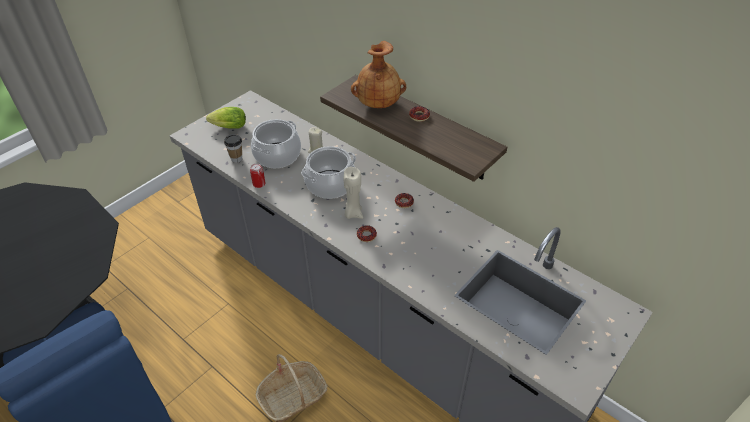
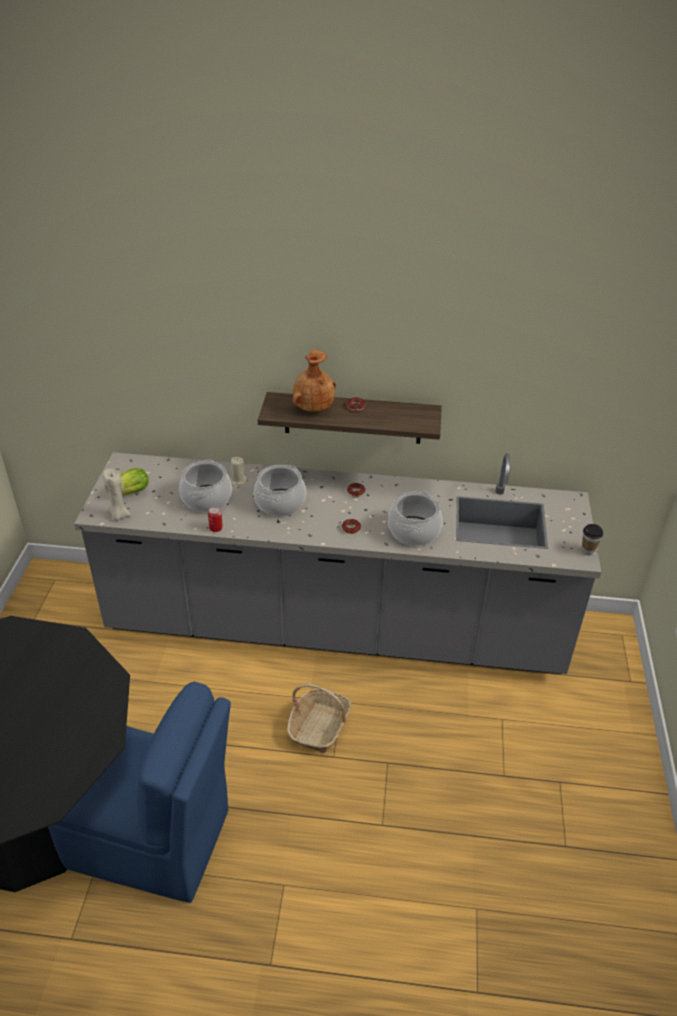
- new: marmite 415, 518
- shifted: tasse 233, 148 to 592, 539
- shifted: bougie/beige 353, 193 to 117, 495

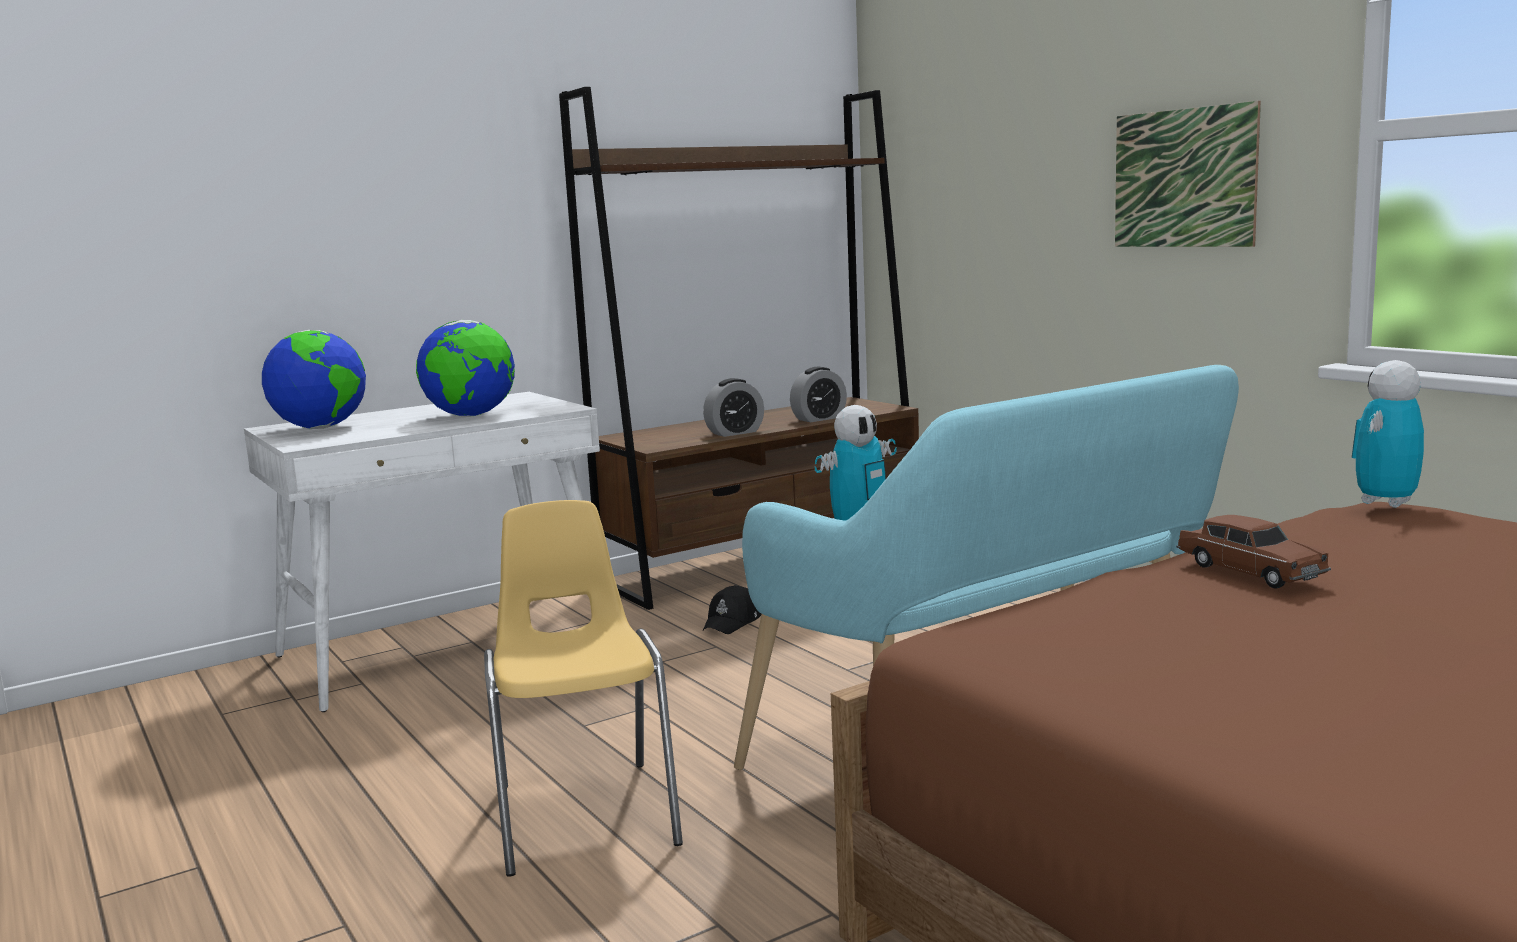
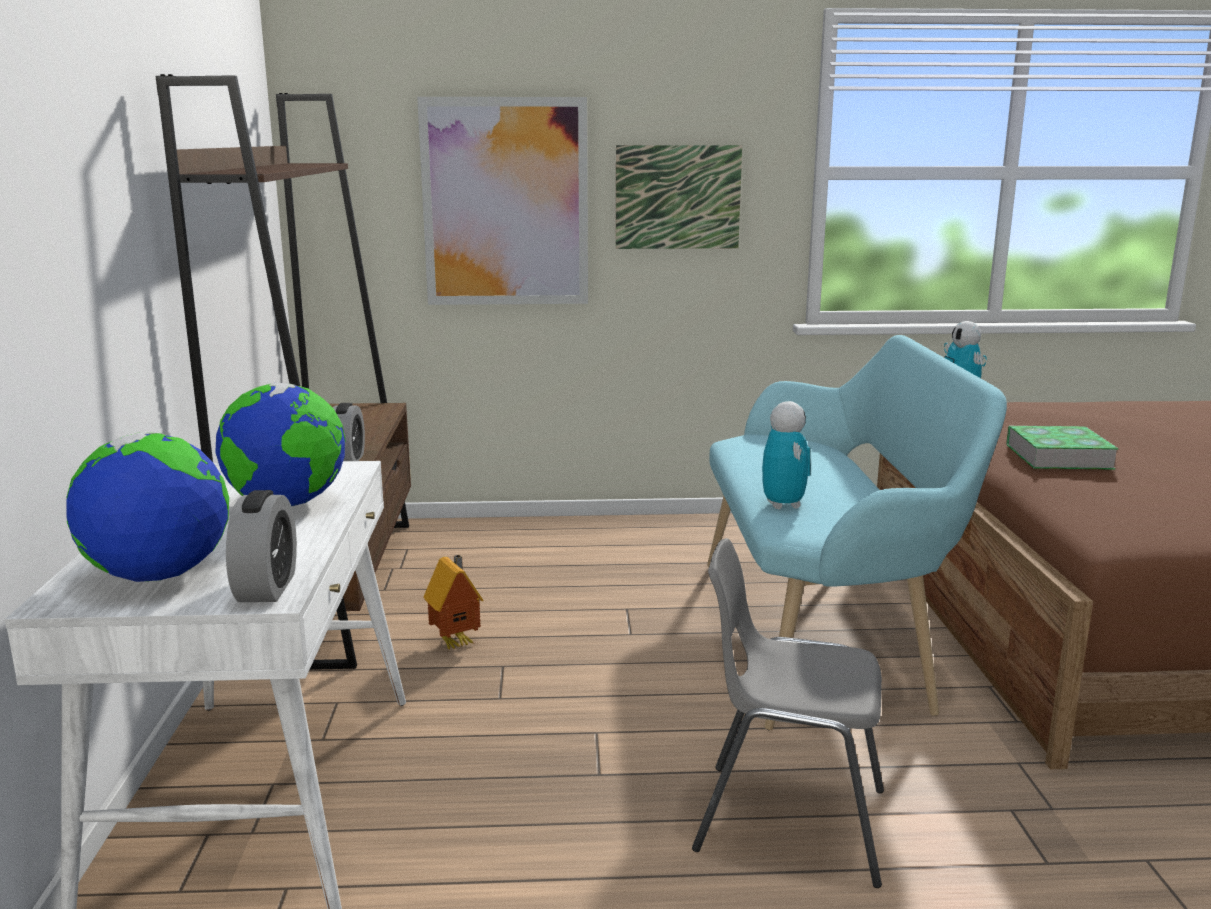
- new: tableau 502, 201
- shifted: réveil 818, 394 to 261, 546
- swapped: casquette/noir 732, 609 to maison miniature 454, 602
- swapped: petite voiture/marron 1253, 551 to livre 1062, 447
- repainted: chaise/jaune 583, 688 to chaise/gris 788, 713

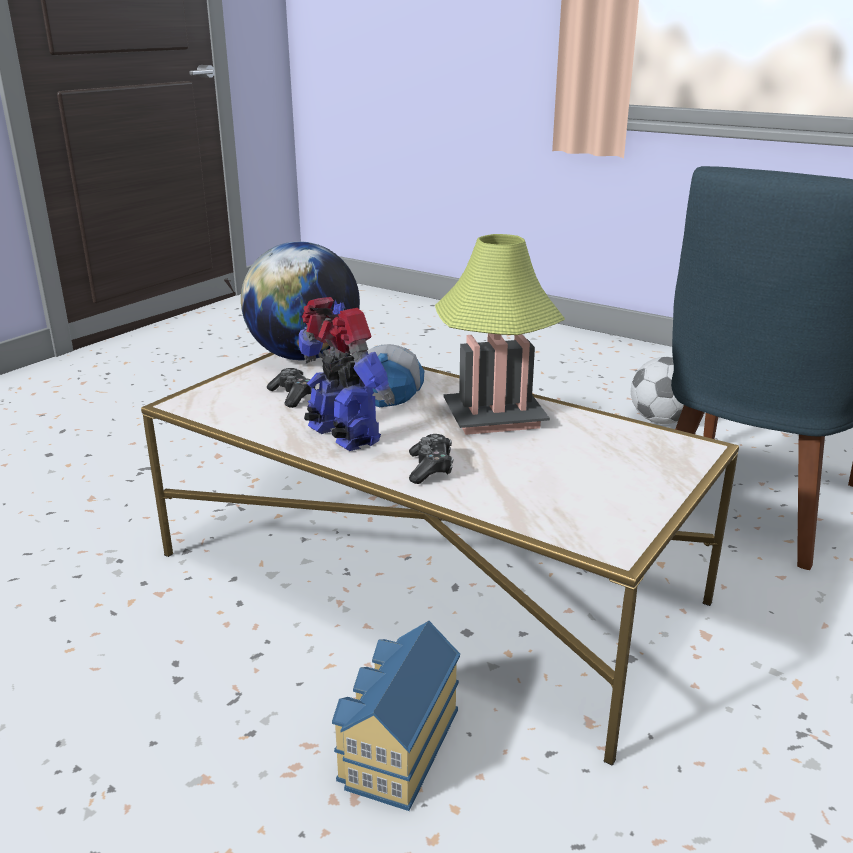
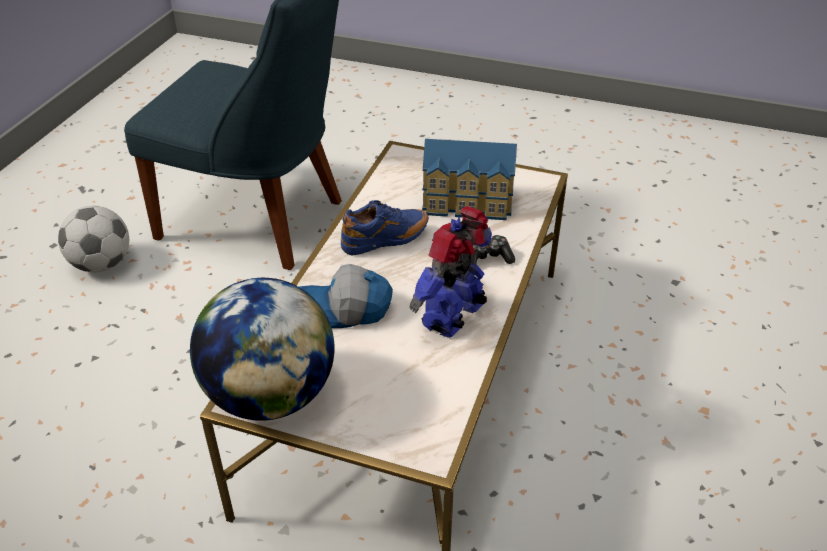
- gone: manette 291, 388
- shifted: maison miniature 396, 716 to 469, 179
- swapped: lampe de table 500, 334 to chaussure/bleu 385, 227

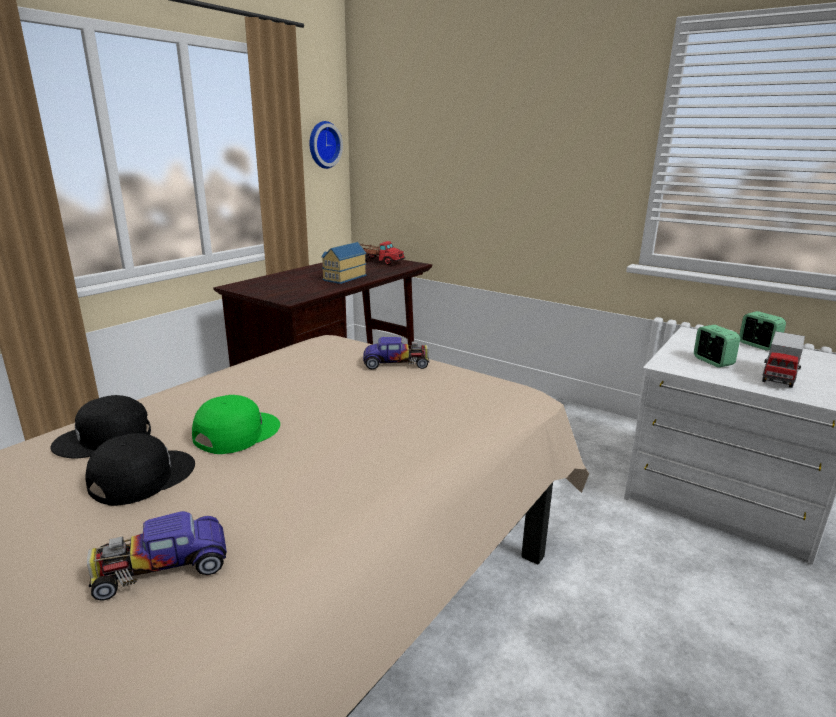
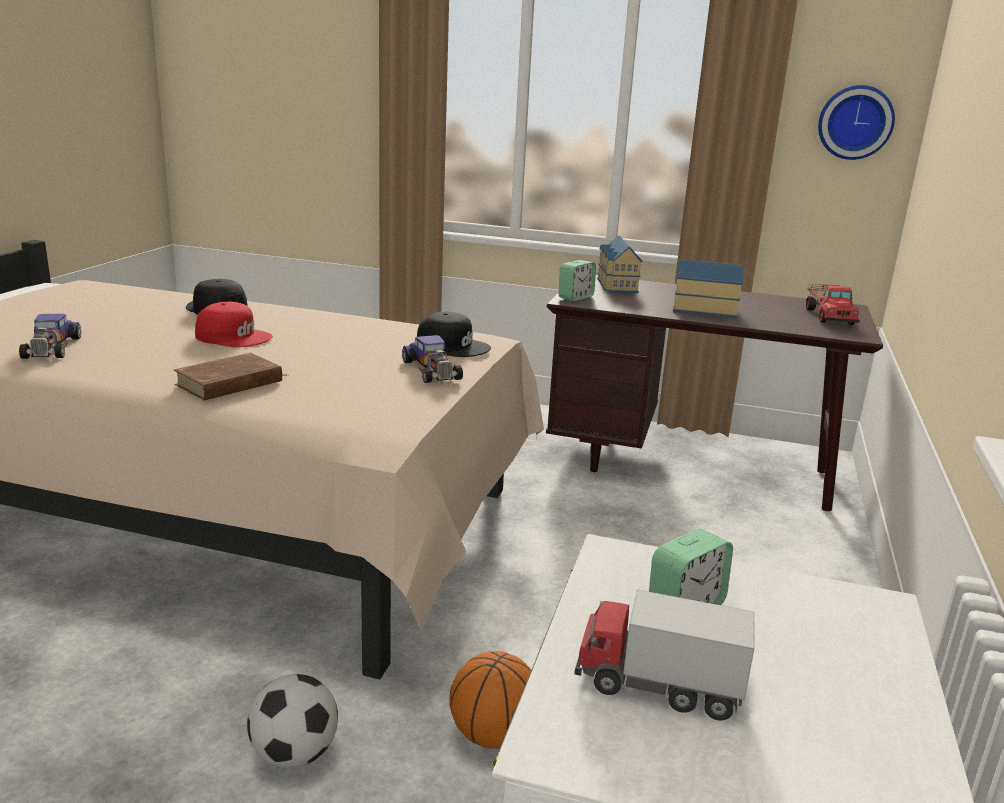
- new: livre/marron 230, 376
- new: ballon de foot 292, 721
- new: ballon de basket 490, 700
- new: maison miniature 620, 264
- shifted: casquette/noir 140, 469 to 454, 334
- shifted: réveil 762, 331 to 577, 280
- repainted: casquette/vert 236, 424 to casquette/rouge 234, 324
- rotated: petite voiture 157, 556 = 50, 336 150 degrees counterclockwise

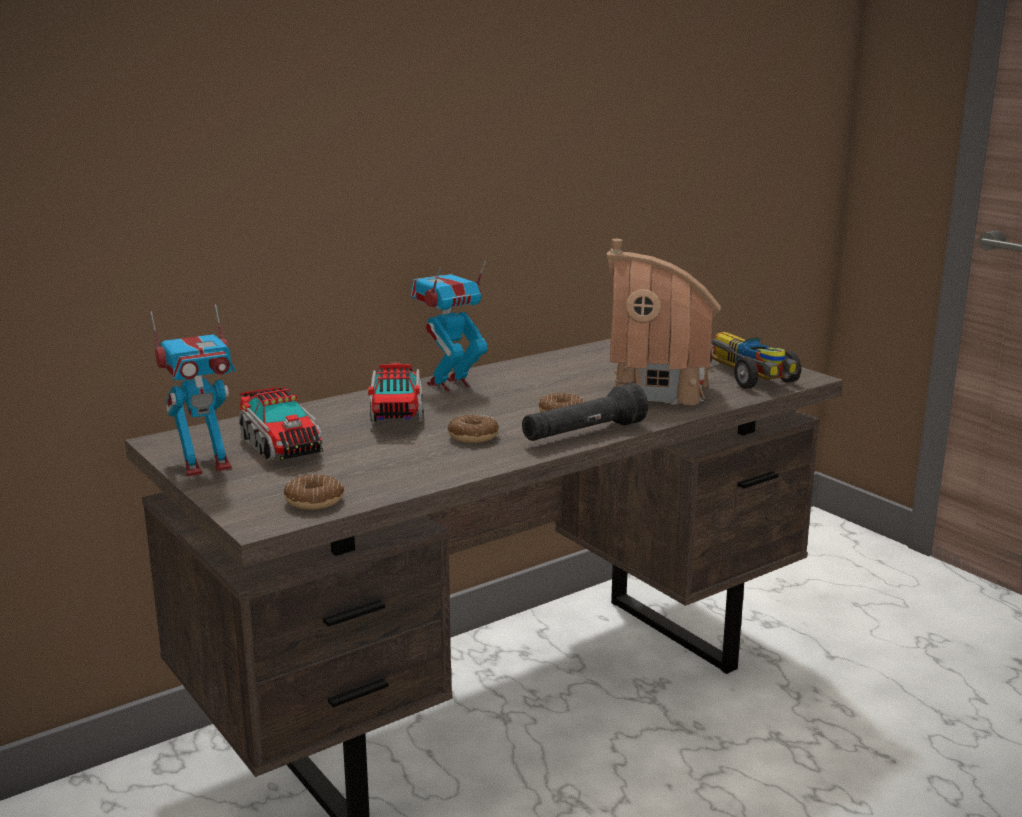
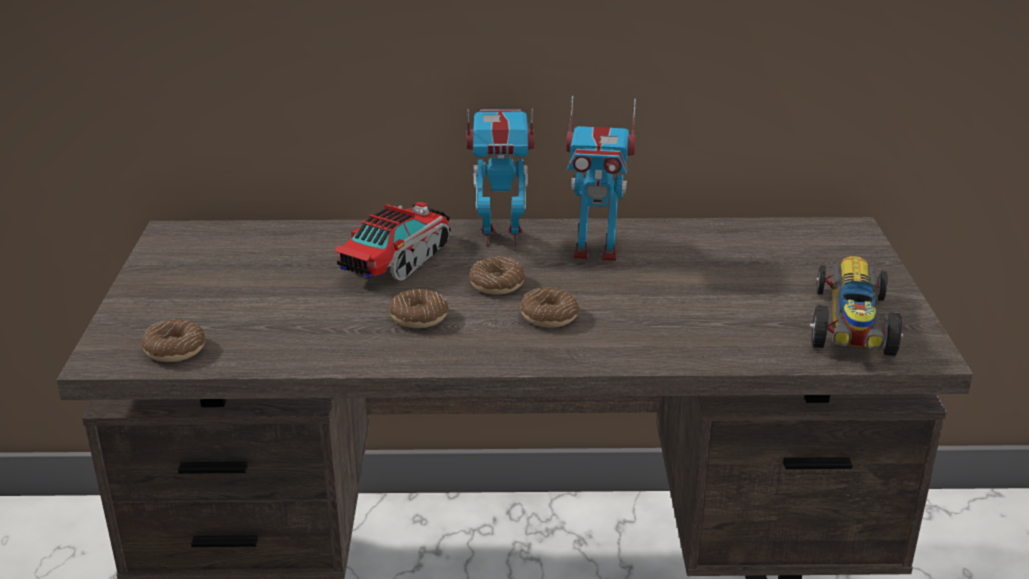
- gone: camion jouet 281, 424
- gone: lampe de poche/noir 585, 412
- gone: maison miniature 664, 322
- new: beignet 497, 276
- shifted: robot jouet 193, 390 to 601, 178

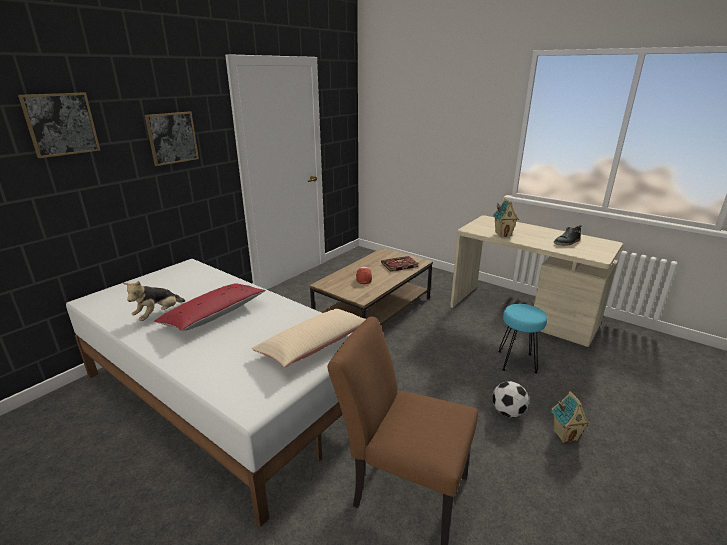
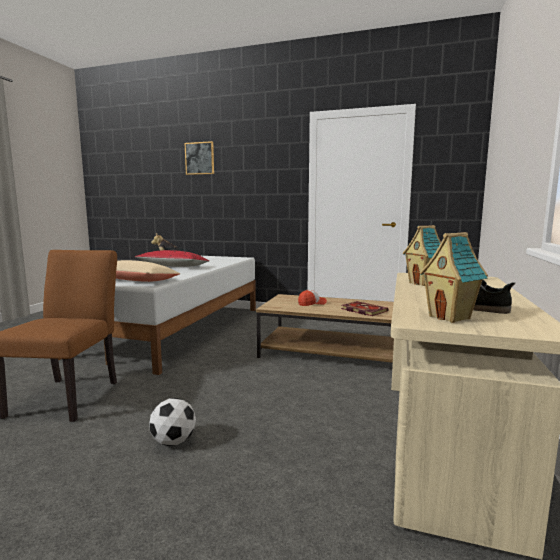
- gone: tableau 172, 138
- gone: tabouret/turquoise 522, 339
- shifted: maison miniature 571, 417 to 454, 277

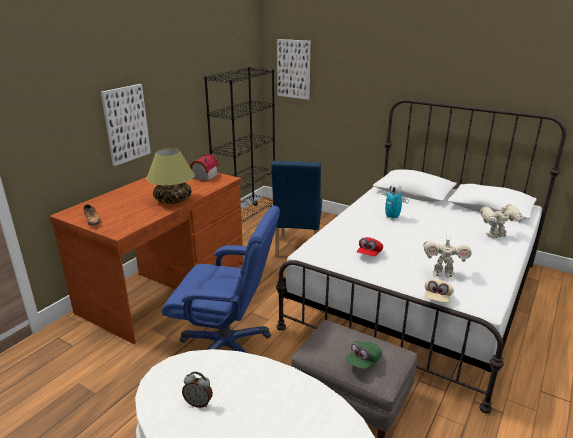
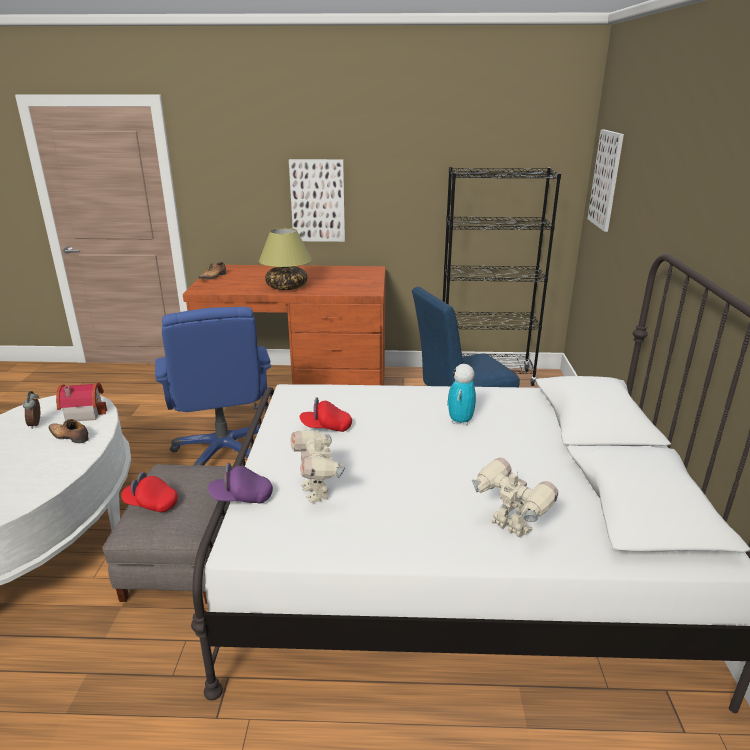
- new: chaussure 69, 431
- shifted: maison miniature 204, 167 to 81, 401
- repainted: casquette/vert 364, 355 to casquette/rouge 149, 492
- repainted: casquette/beige 439, 290 to casquette/violet 240, 483

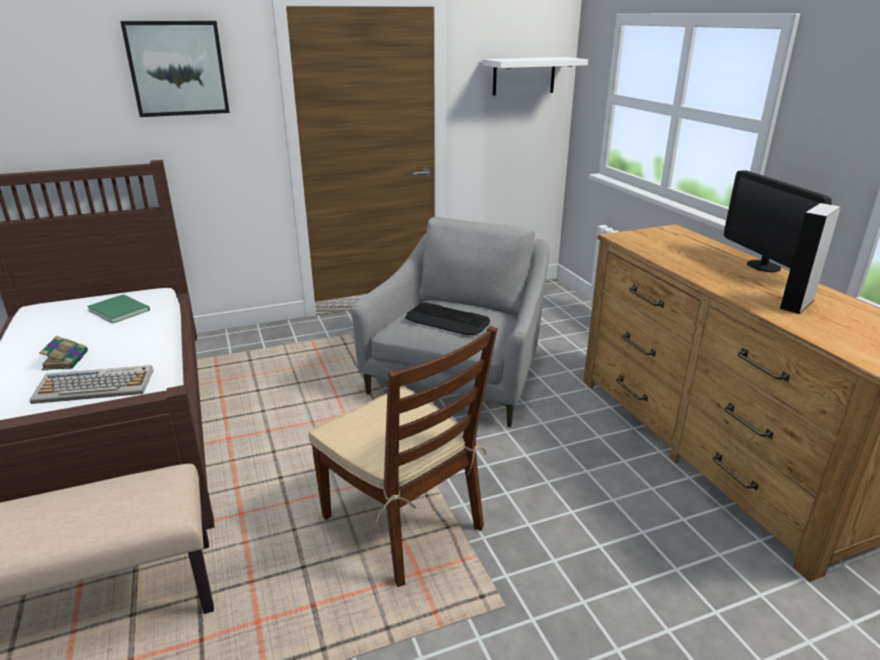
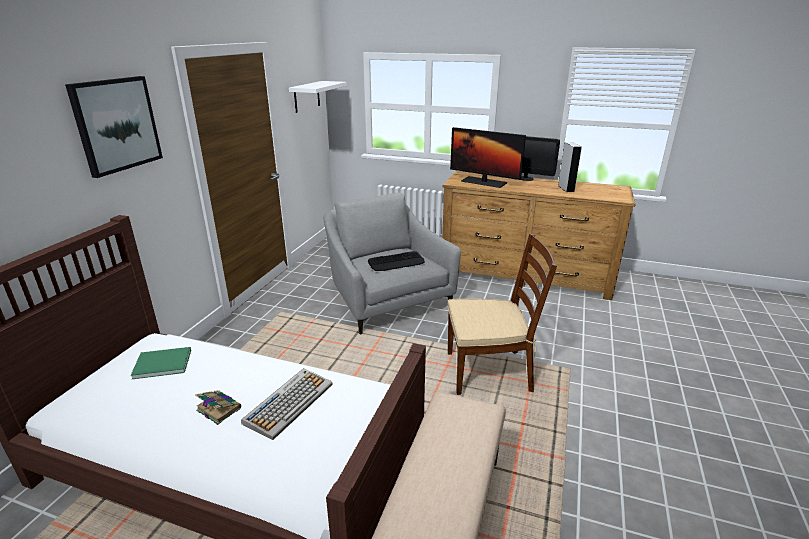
- new: écran d'ordinateur 488, 157

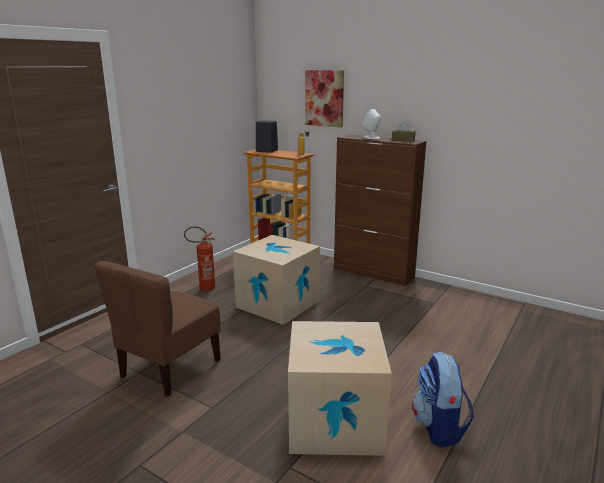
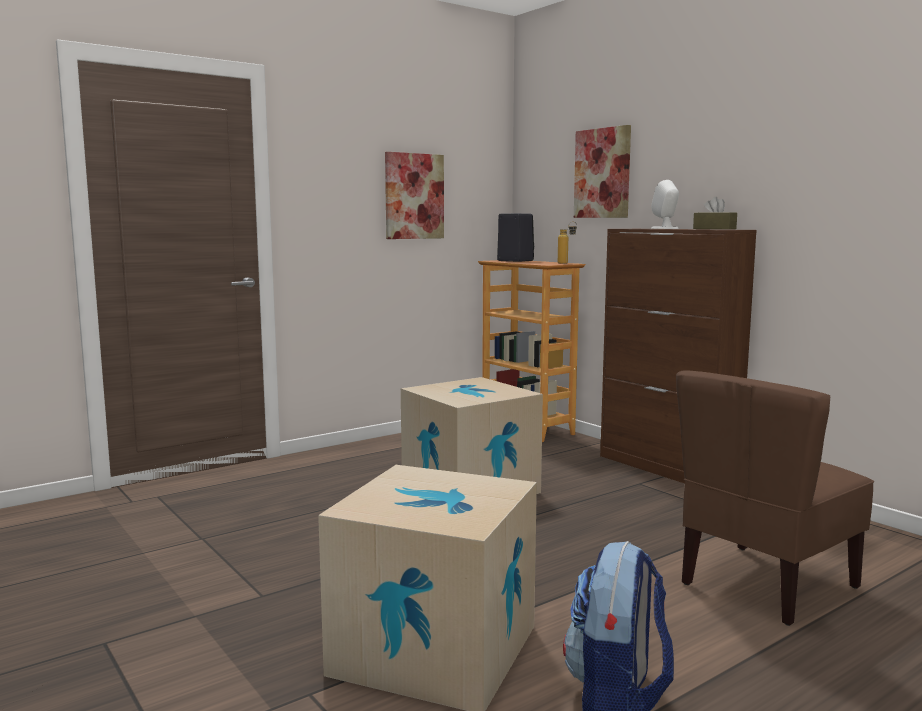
- gone: extincteur 199, 258
- new: tableau 414, 195
- shifted: chaise/marron 157, 328 to 775, 498

